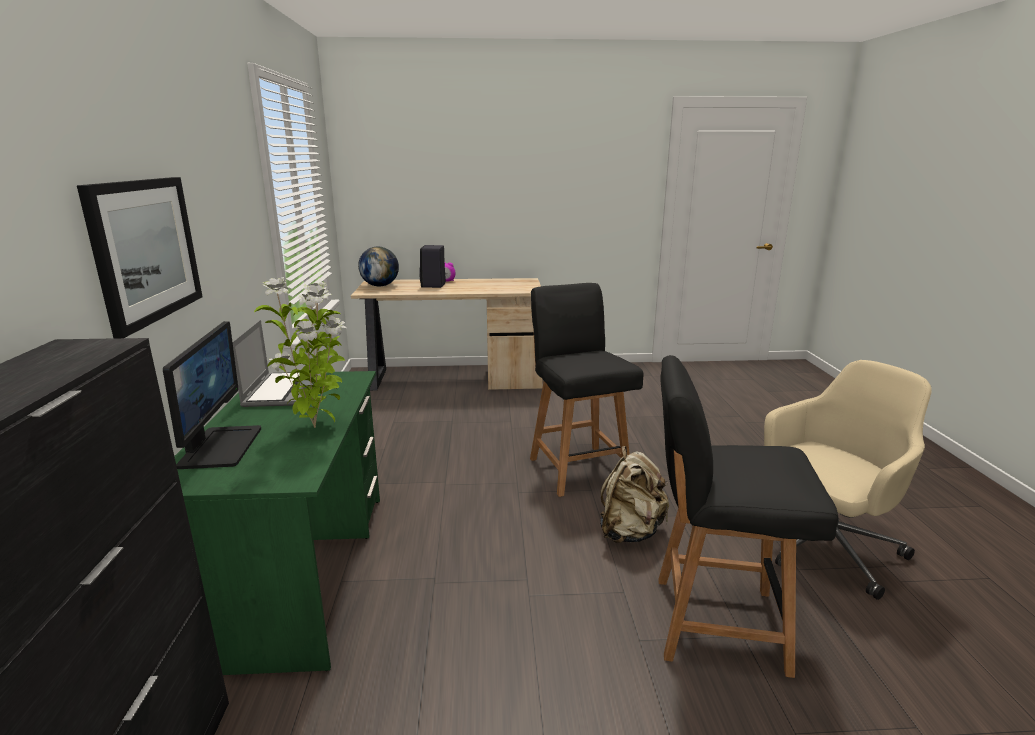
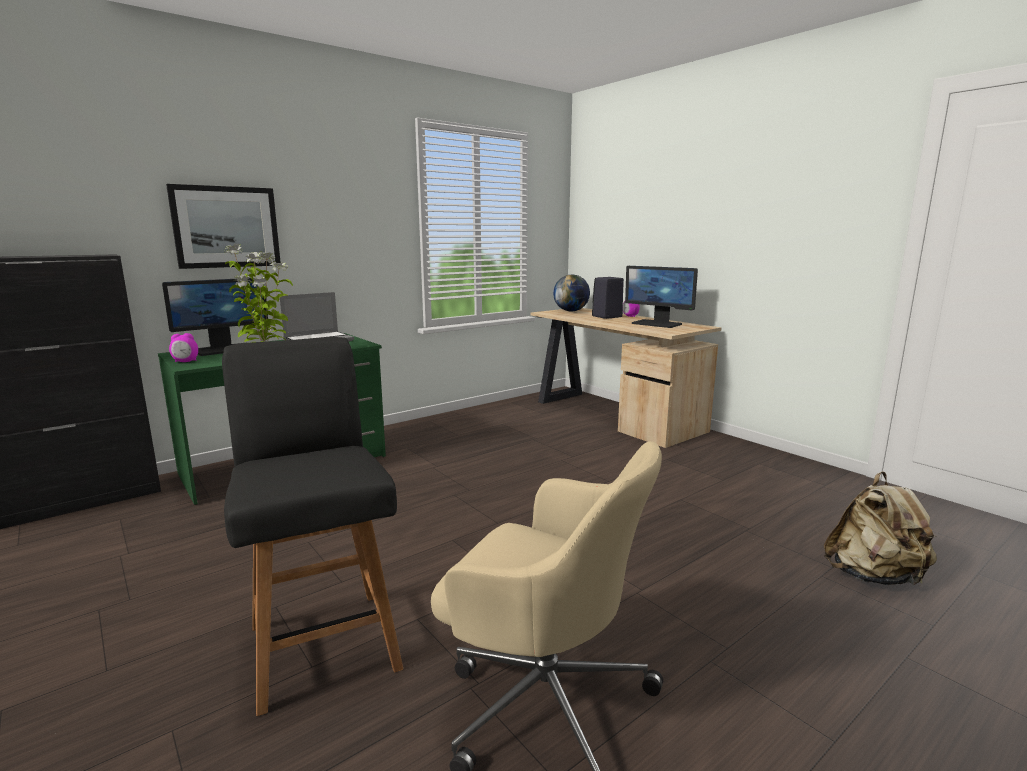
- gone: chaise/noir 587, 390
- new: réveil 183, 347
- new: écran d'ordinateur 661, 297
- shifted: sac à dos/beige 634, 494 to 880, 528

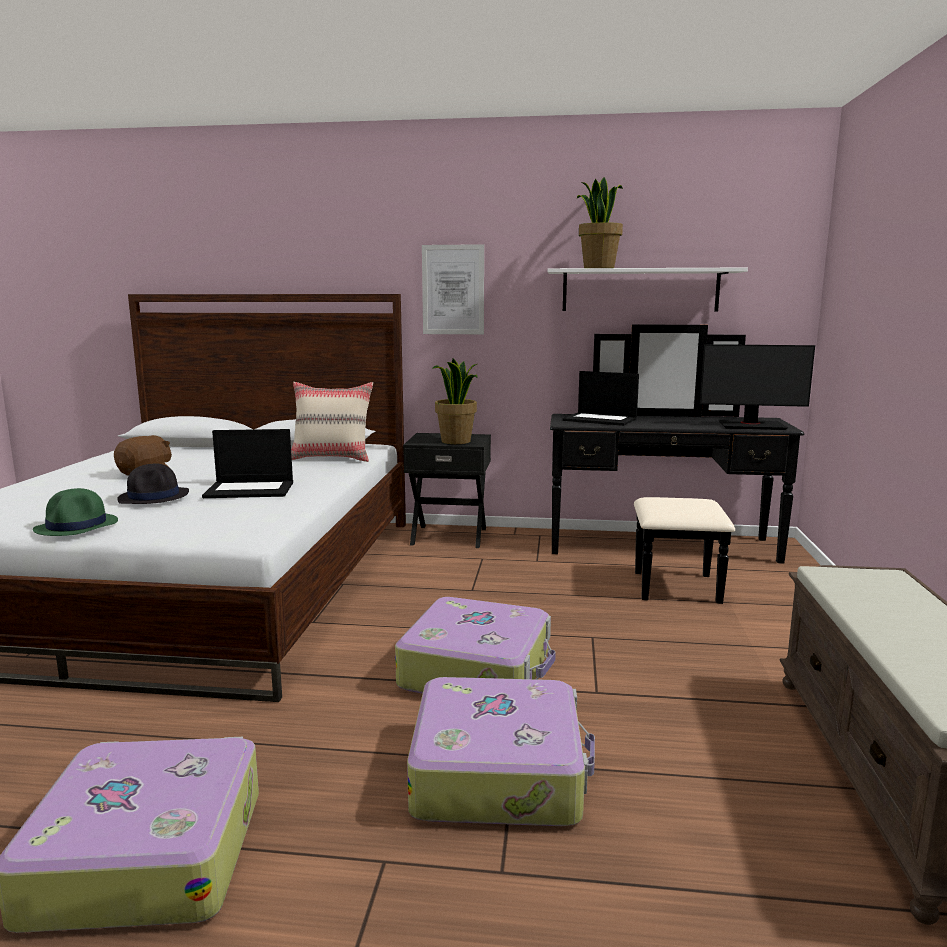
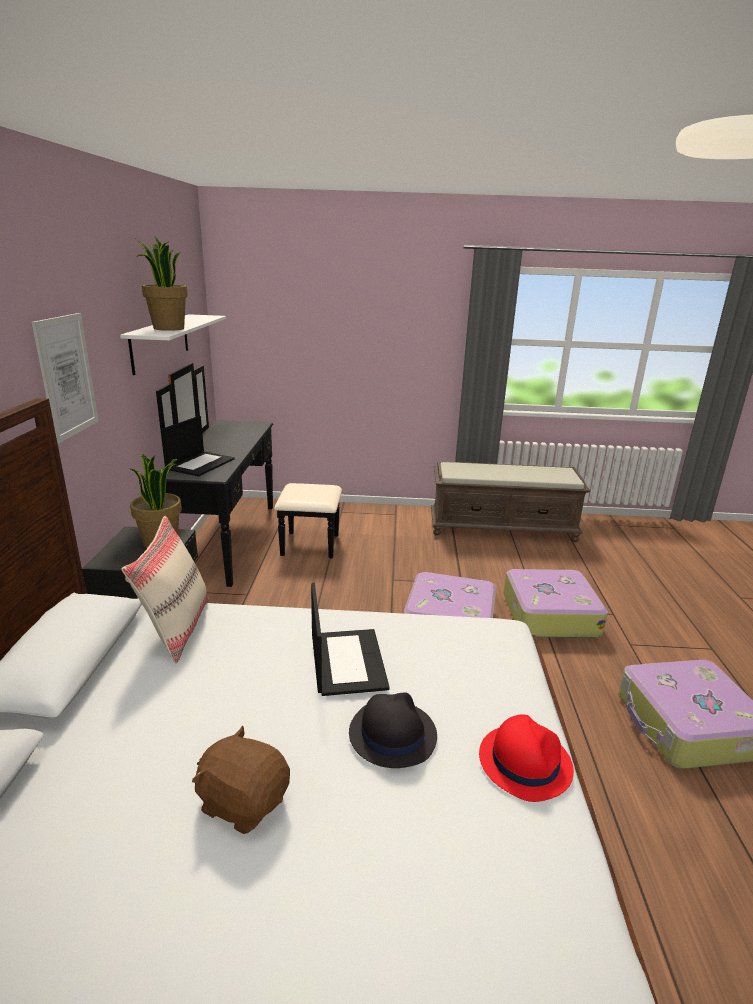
- gone: écran d'ordinateur 757, 387
- repainted: chapeau/vert 75, 512 to chapeau/rouge 526, 758

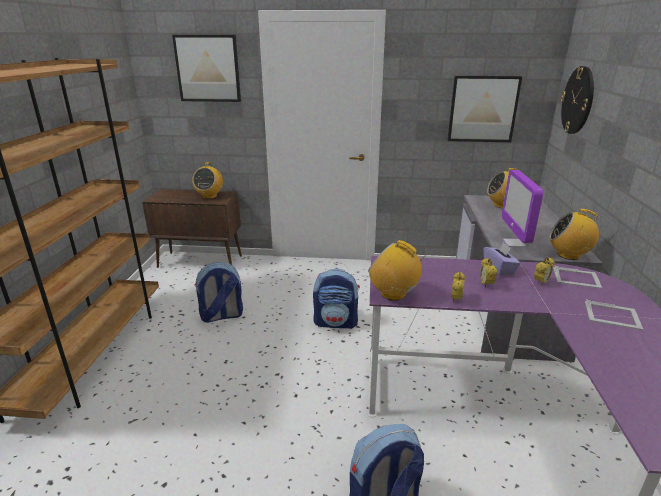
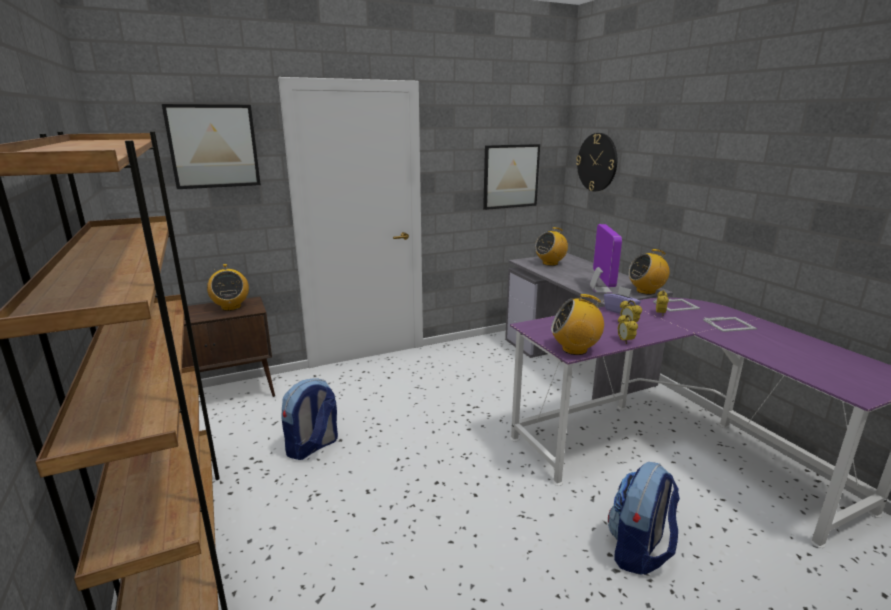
- gone: sac à dos 336, 298
- rotated: écran d'ordinateur 522, 208 = 606, 258 150 degrees counterclockwise

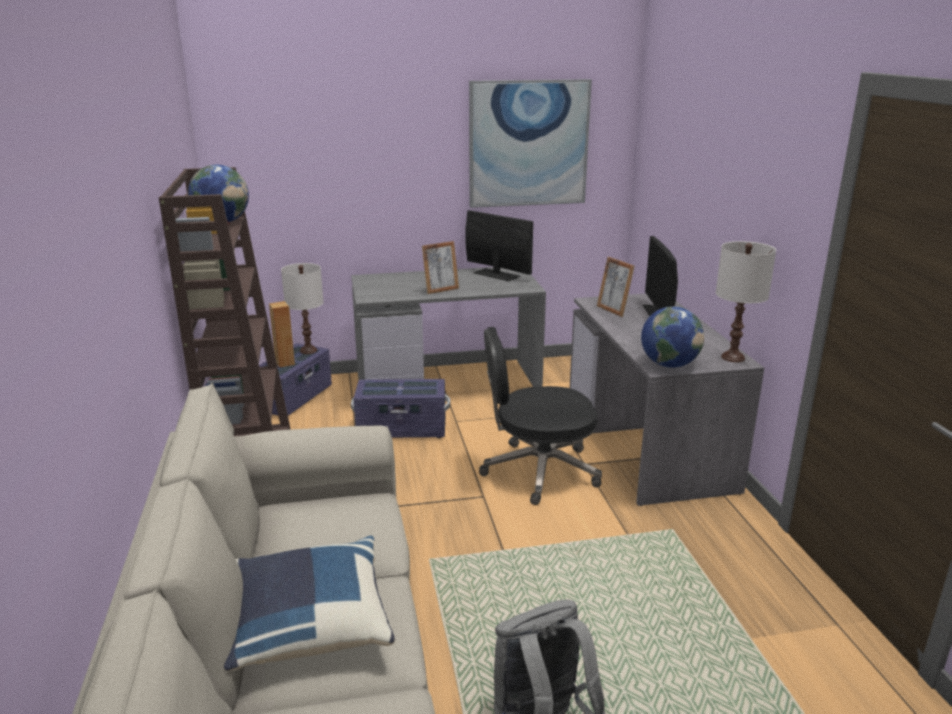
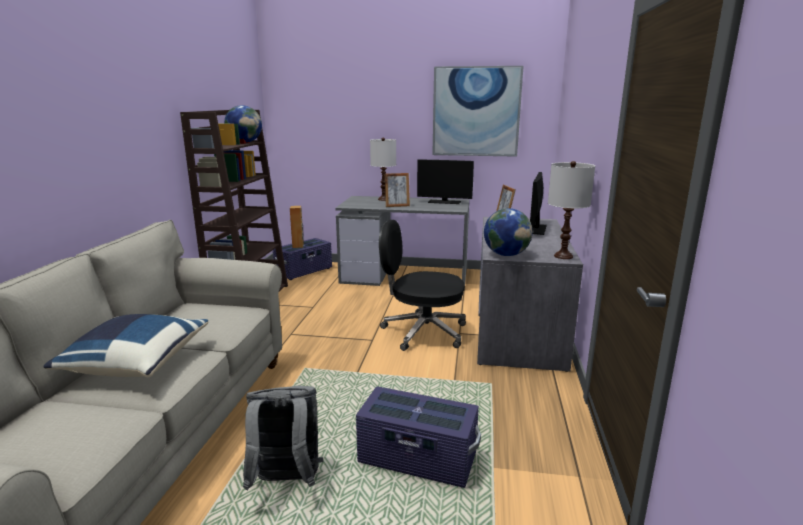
- shifted: lampe de table/blanc 302, 308 to 383, 169
- shifted: boîte de rangement/violet 400, 408 to 418, 437
- rotated: écran d'ordinateur 499, 245 = 445, 181 135 degrees clockwise

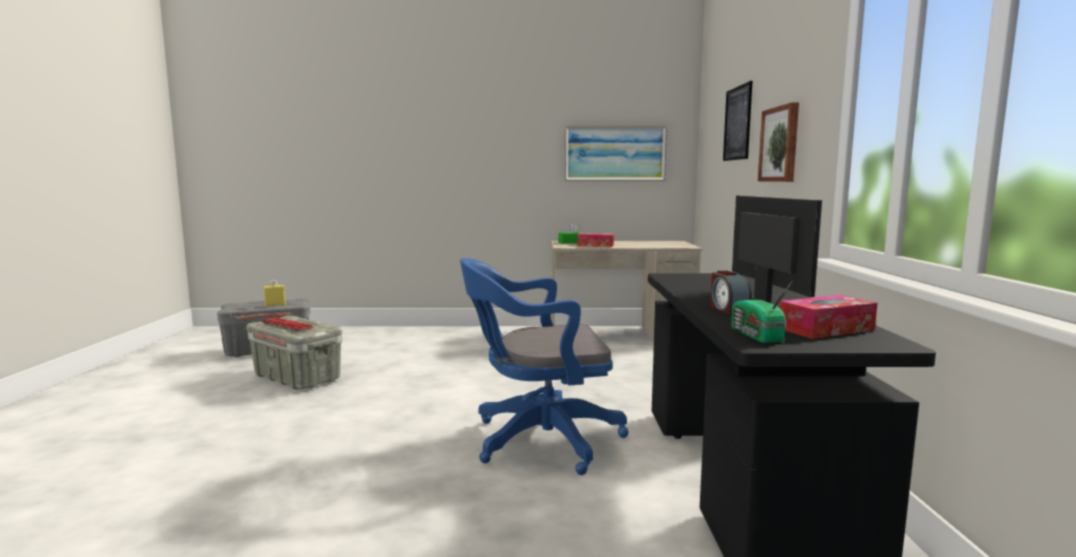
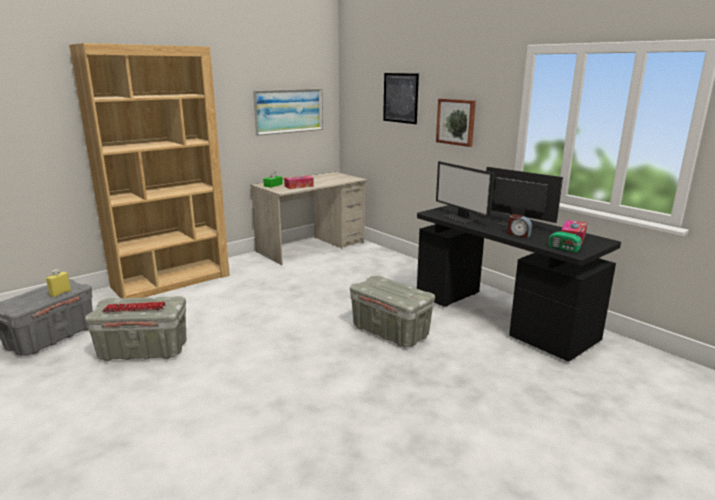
- new: bibliothèque/marron 149, 170
- new: écran d'ordinateur 465, 192
- swapped: chaise de bureau/bleu 544, 366 to boîte de rangement/gris 392, 311

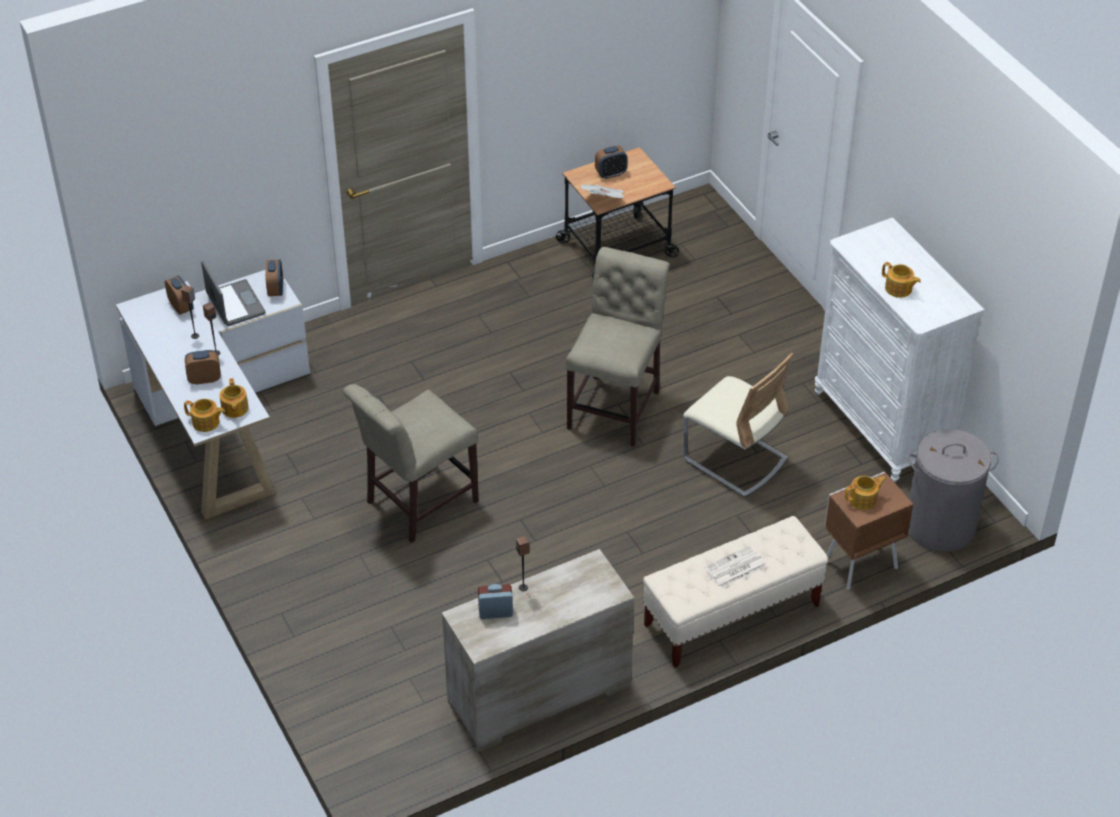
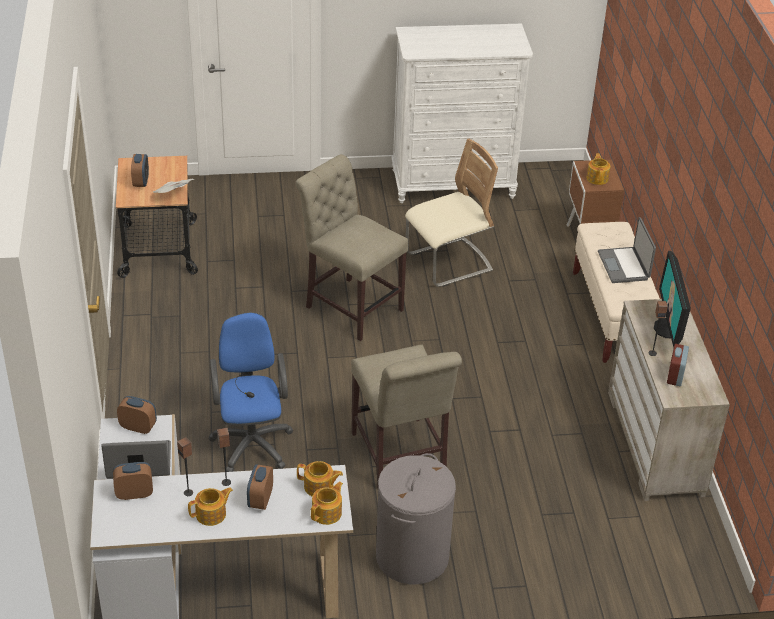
- new: chaise de bureau/bleu 251, 392
- new: écran d'ordinateur 672, 299
- shifted: théière 901, 280 to 210, 506
- shifted: panier à linge/gris 953, 490 to 416, 519
- swapped: journal 735, 566 to ordinateur portable 627, 250

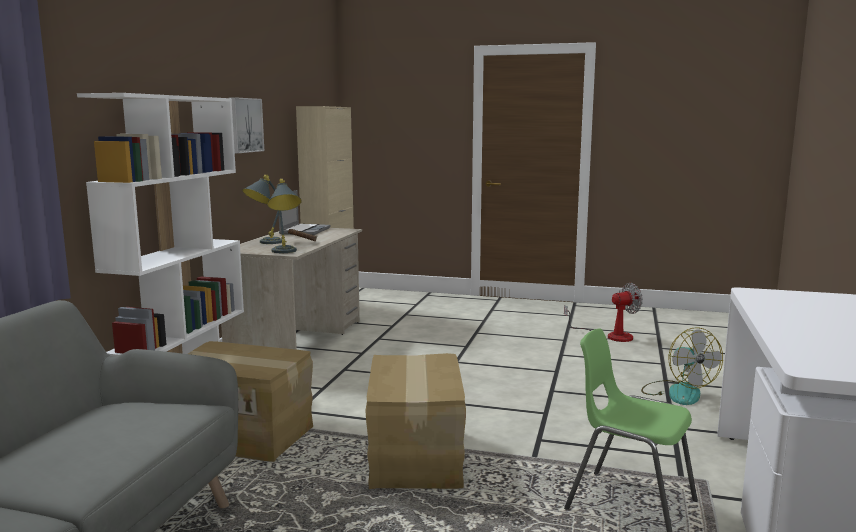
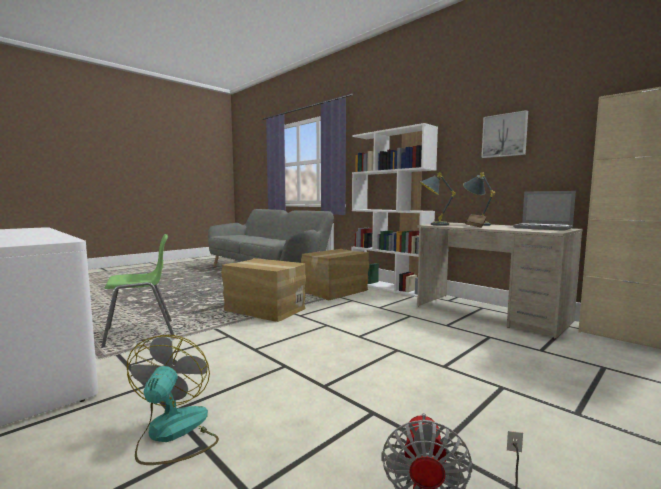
- rotated: ventilateur 682, 366 = 173, 400 75 degrees clockwise

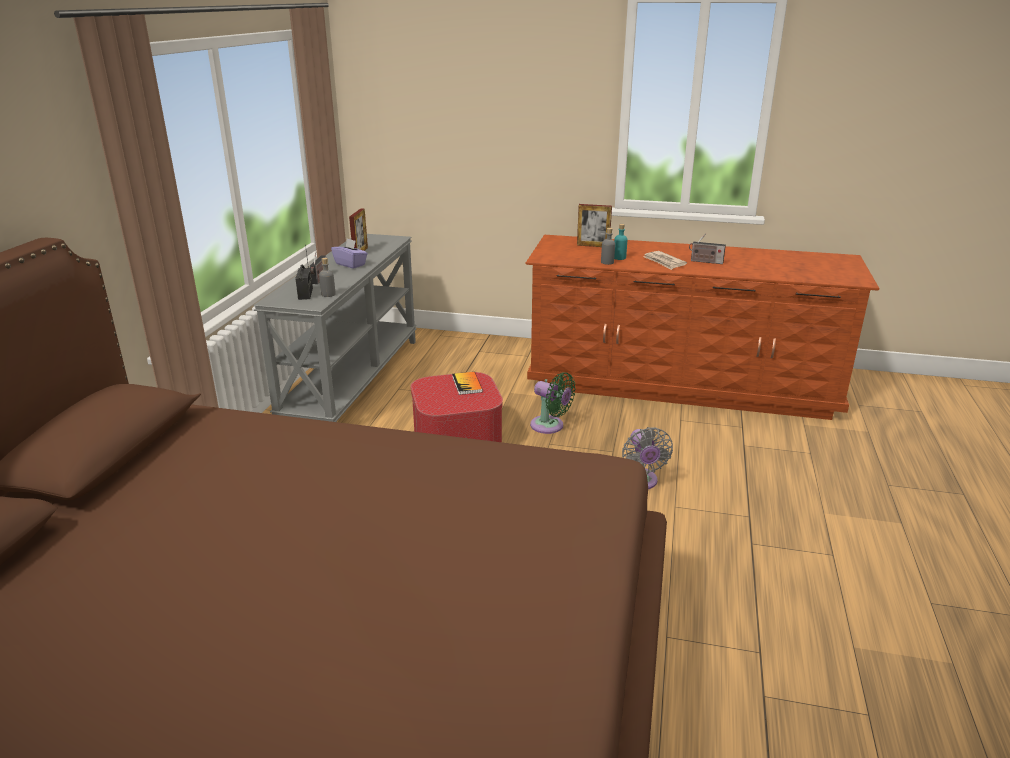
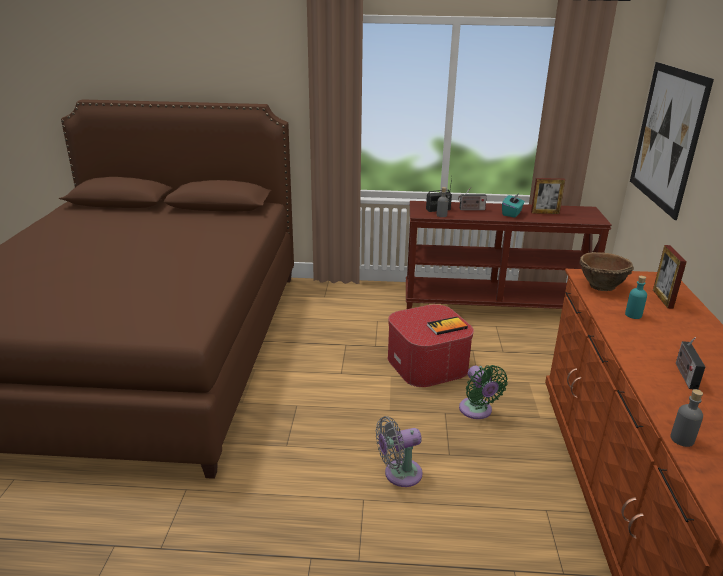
- gone: journal 665, 260
- new: bol/marron 606, 271
- new: tableau 672, 141
- shifted: bouteille/gris 608, 246 to 687, 418
- repainted: table console/gris 335, 328 to table console/marron 509, 255
- repainted: boîte à mouchoirs/violet 349, 254 to boîte à mouchoirs/turquoise 513, 205
- rotated: ventilateur/vert 553, 403 = 483, 392 45 degrees counterclockwise

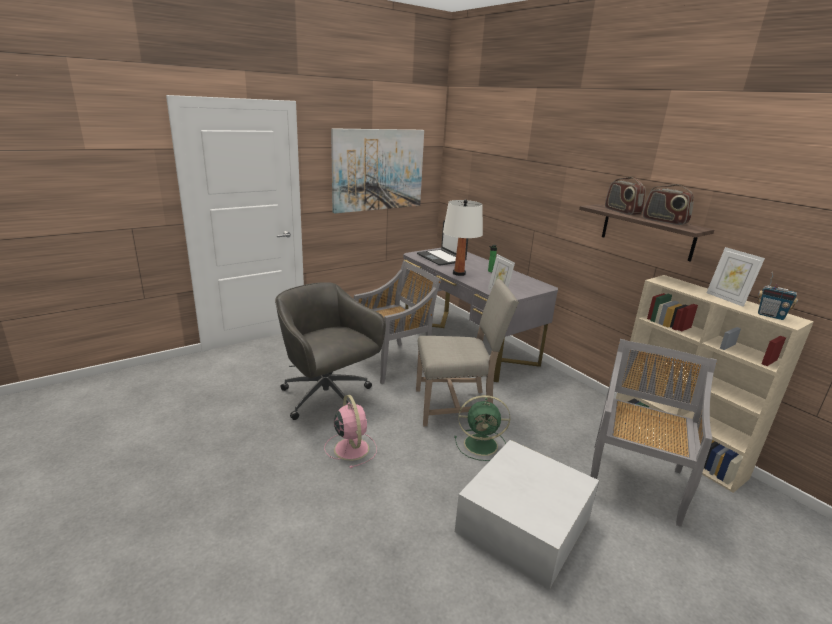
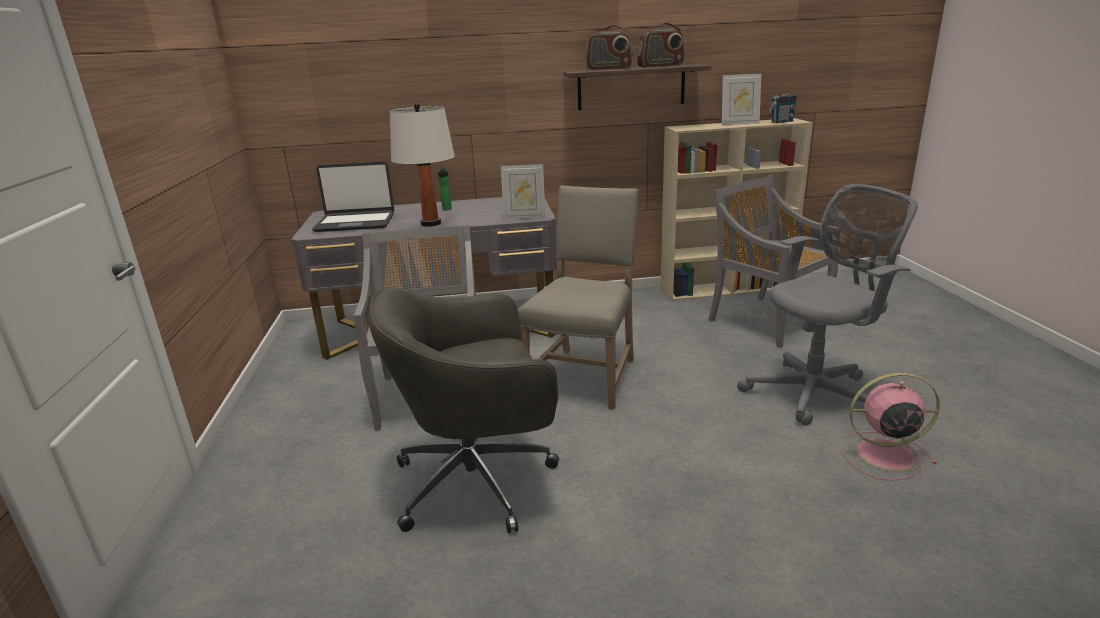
- gone: tableau 377, 171
- gone: ventilateur/vert 482, 428
- shifted: ventilateur/rose 350, 431 to 890, 427
- swapped: boîte de rangement/blanc 527, 515 to chaise de bureau/gris 827, 305

